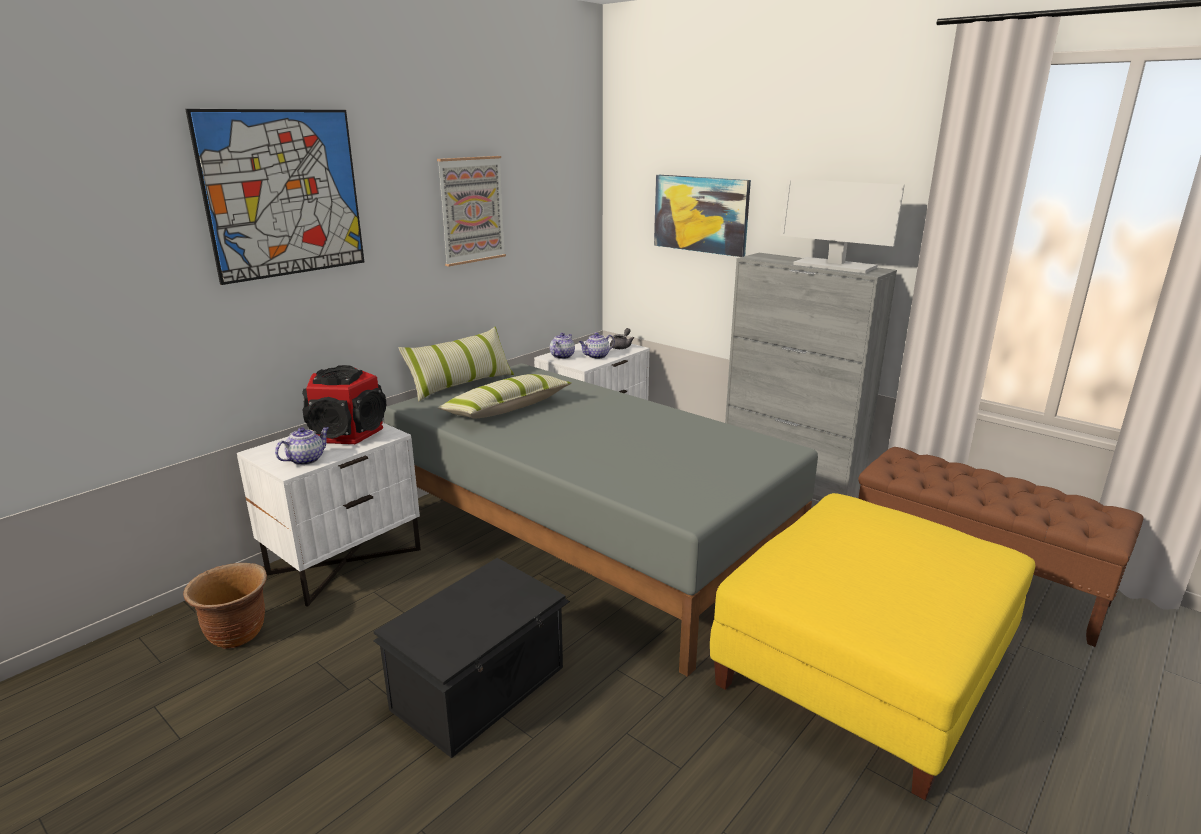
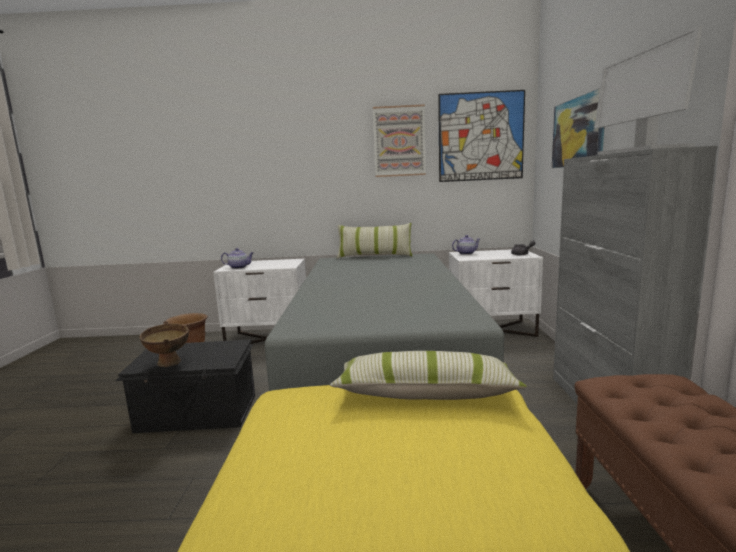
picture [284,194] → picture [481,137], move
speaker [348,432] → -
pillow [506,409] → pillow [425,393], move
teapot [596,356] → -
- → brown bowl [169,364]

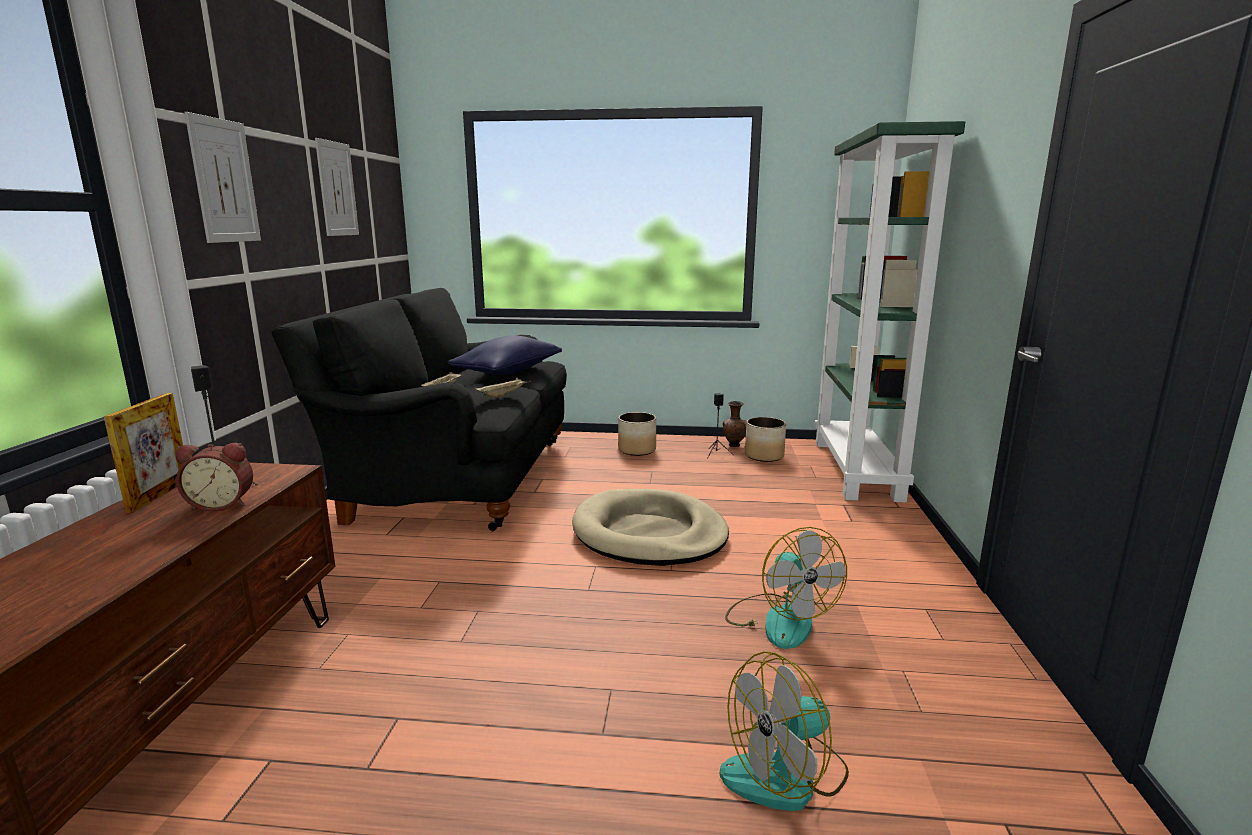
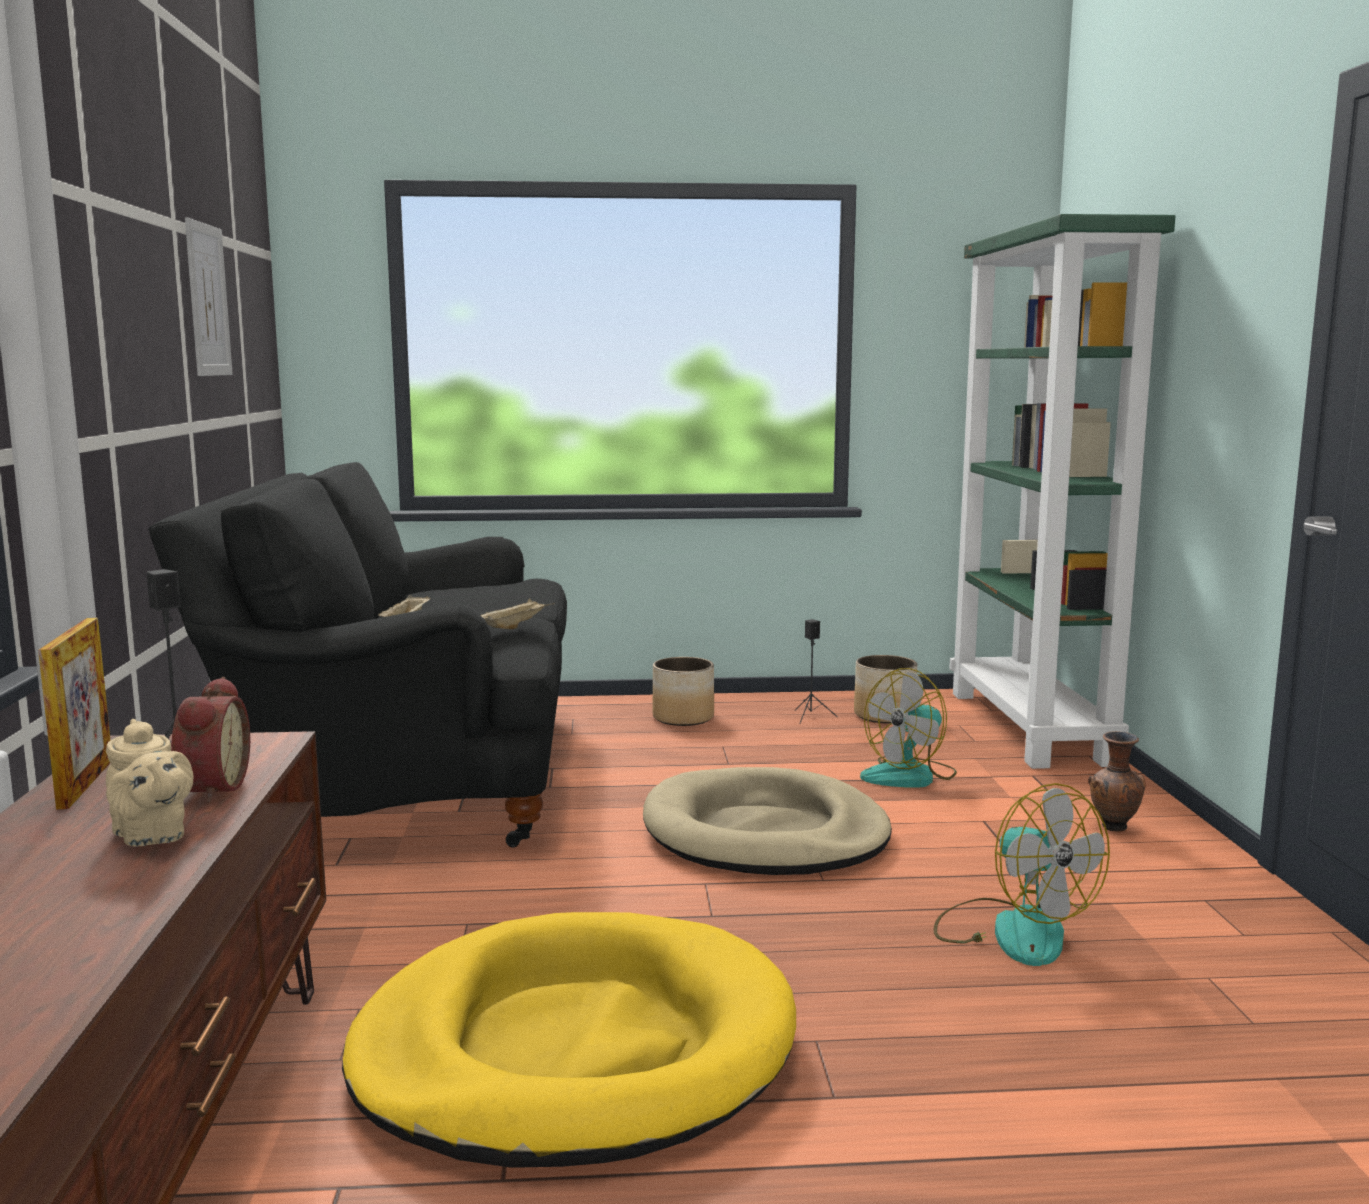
alarm clock [222,504] → alarm clock [209,789], 75 degrees counterclockwise
picture [224,181] → -
blue pillow [508,372] → -
fan [785,775] → fan [910,775], move
brown vase [733,445] → brown vase [1113,828], move
- → beige teapot [151,836]
- → yellow dog bed [574,1049]

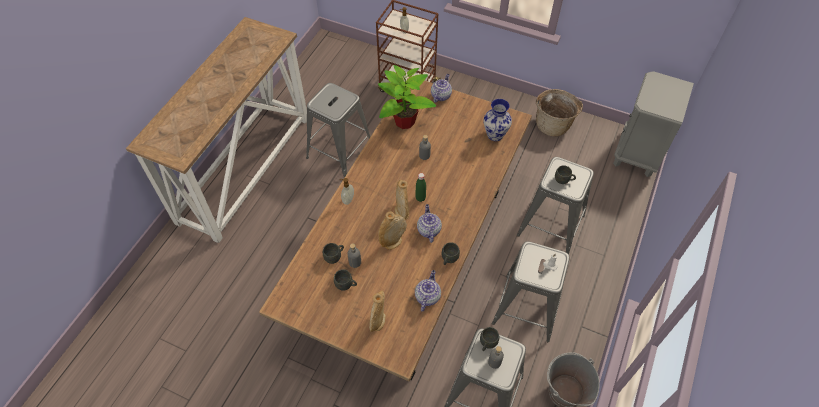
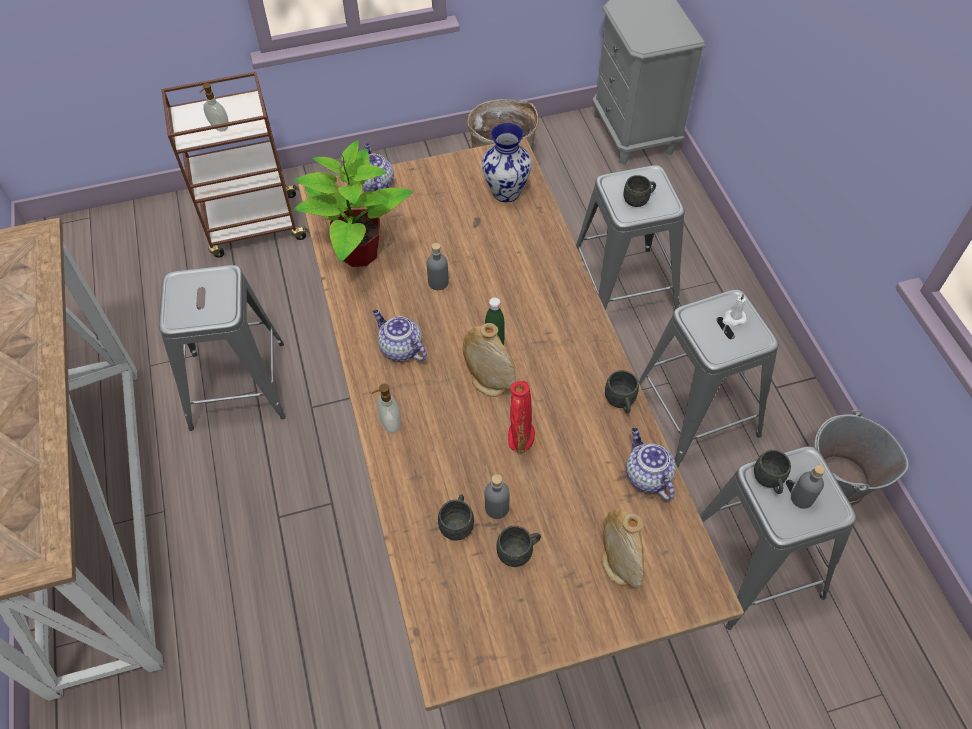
beige vase [393,242] → red vase [521,436]
teapot [428,230] → teapot [400,348], move

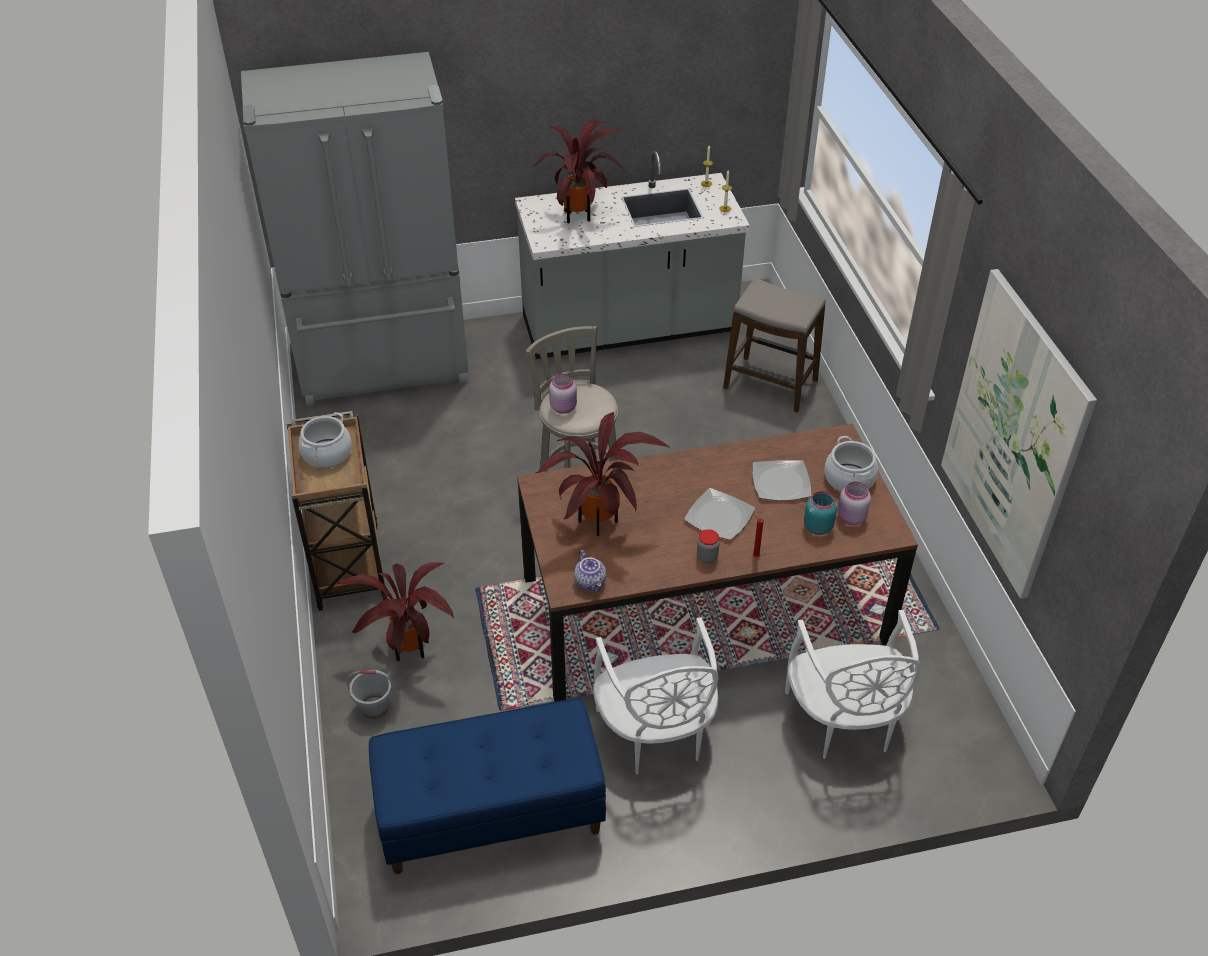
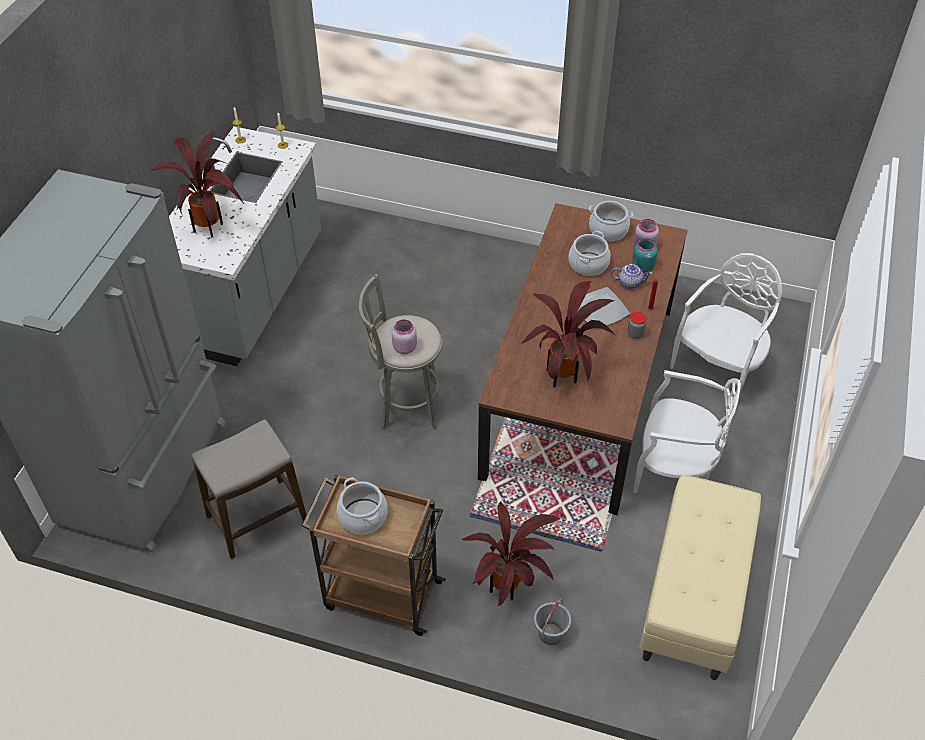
blue bench [490,816] → beige bench [694,597]
teapot [591,582] → teapot [630,283], move
stool [770,384] → stool [256,518], move
plate [780,483] → cooking pot [588,264]
white chair [844,721] → white chair [719,366], 75 degrees counterclockwise
picture [1013,436] → -

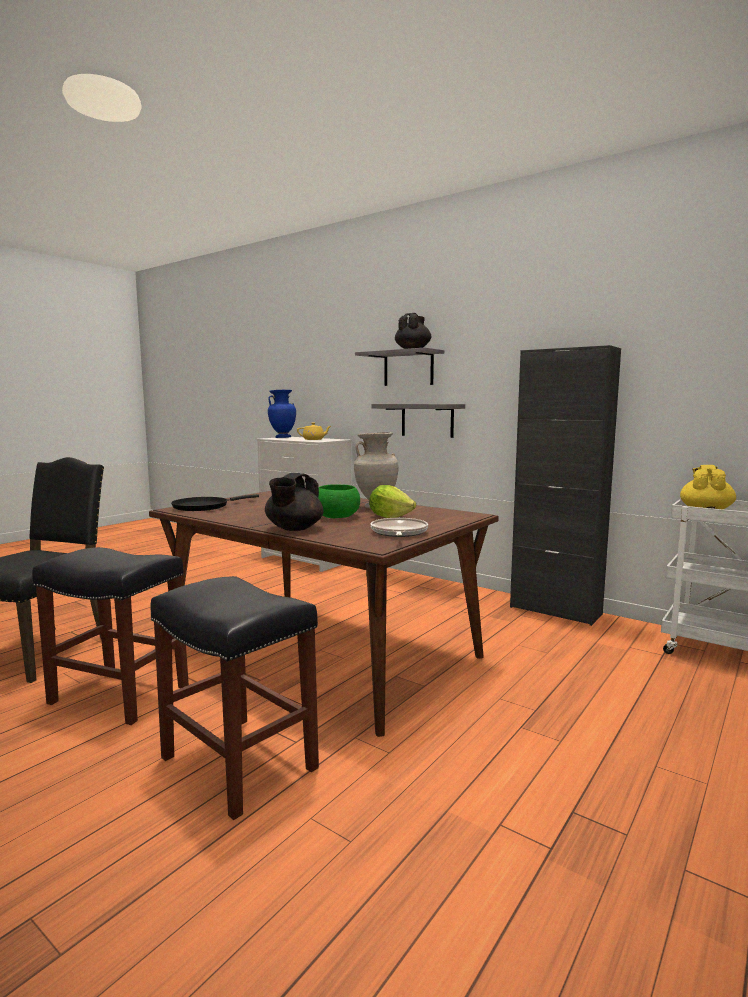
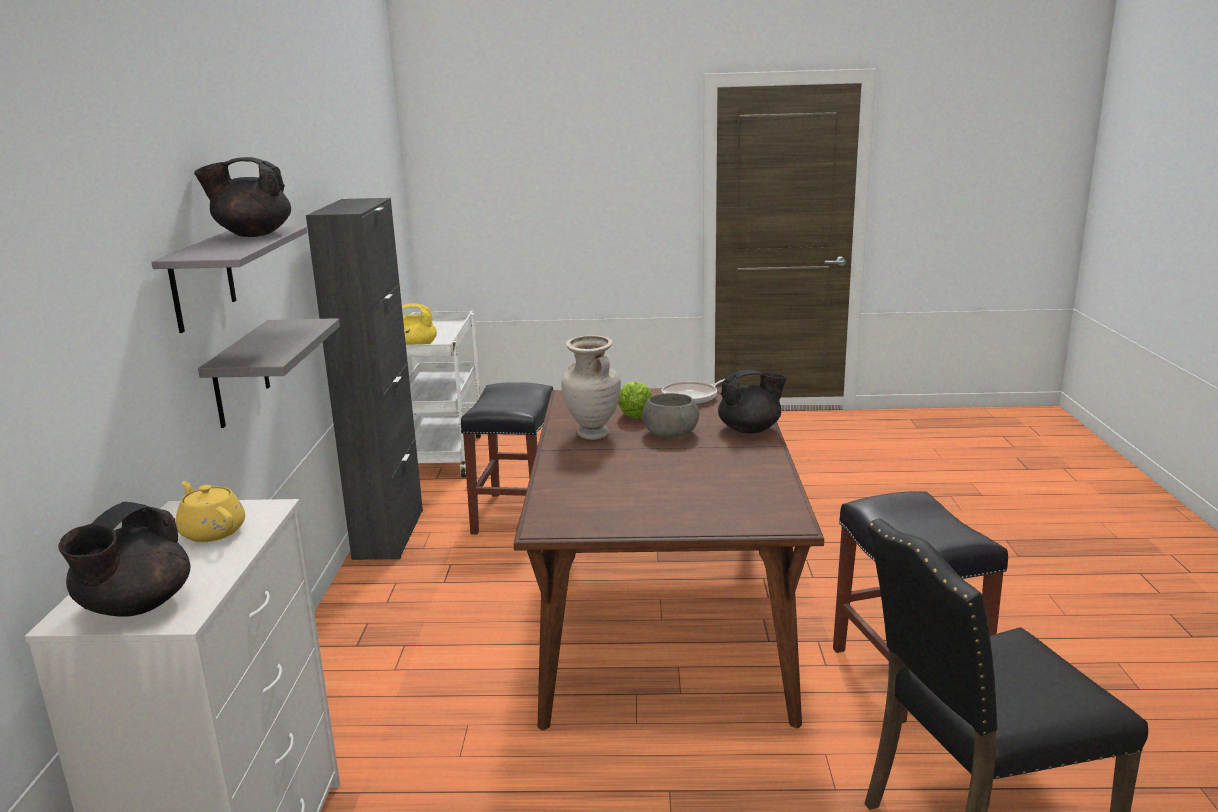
black stool [236,762] → black stool [516,515], move
black frying pan [204,507] → -
blue vase [282,437] → black teapot [134,606]
green bowl [337,516] → grey bowl [671,433]

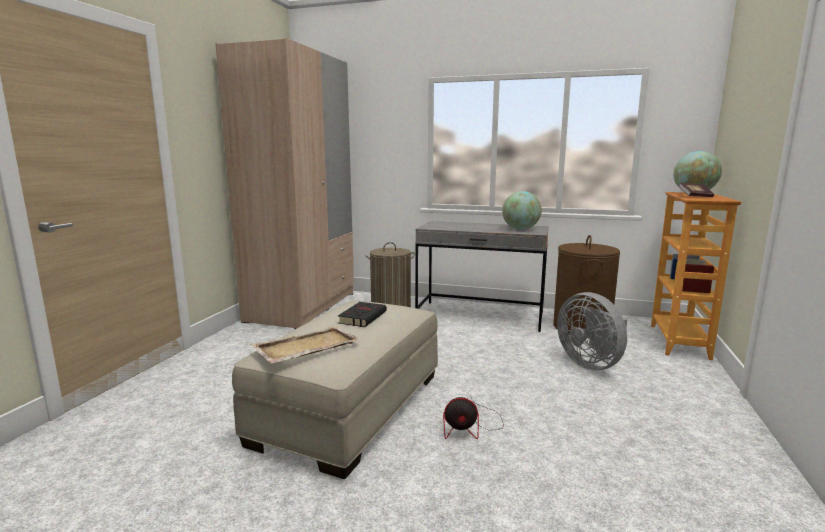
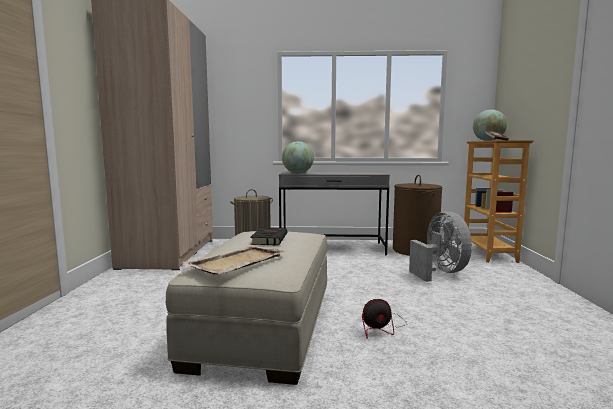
globe [520,229] → globe [298,173], move
grey fan [591,363] → grey fan [440,272], 150 degrees counterclockwise

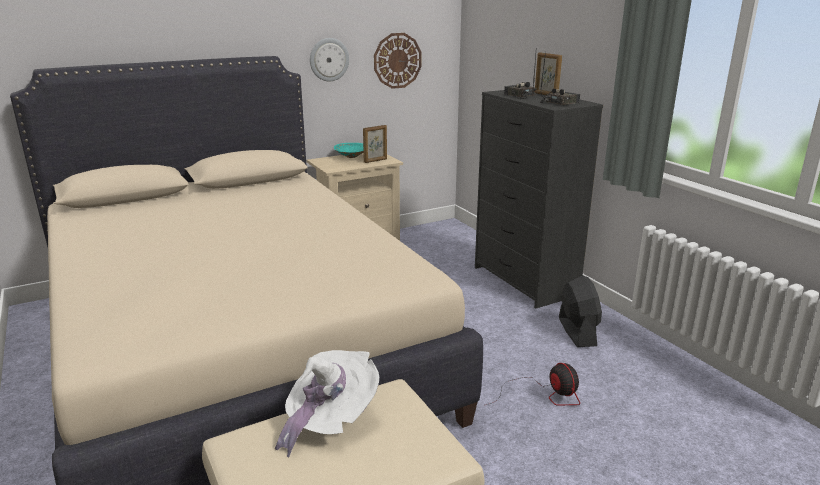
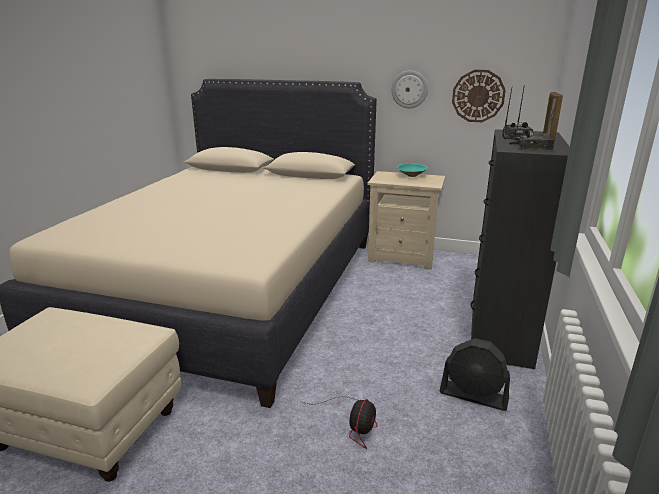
white hat [329,420] → -
picture frame [375,160] → -
black fan [577,331] → black fan [474,395], 75 degrees clockwise

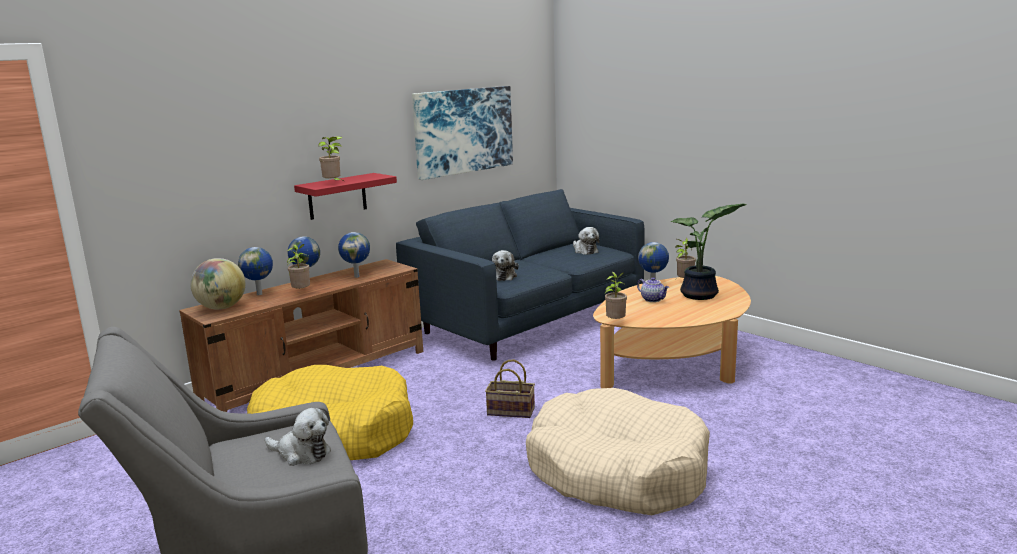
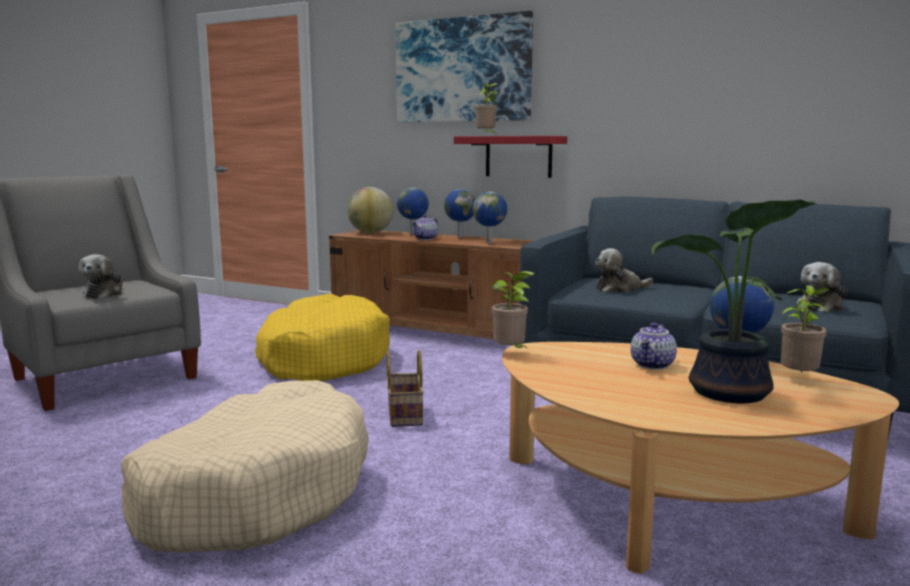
potted plant [301,292] → teapot [425,239]
picture [463,131] → picture [462,70], move

